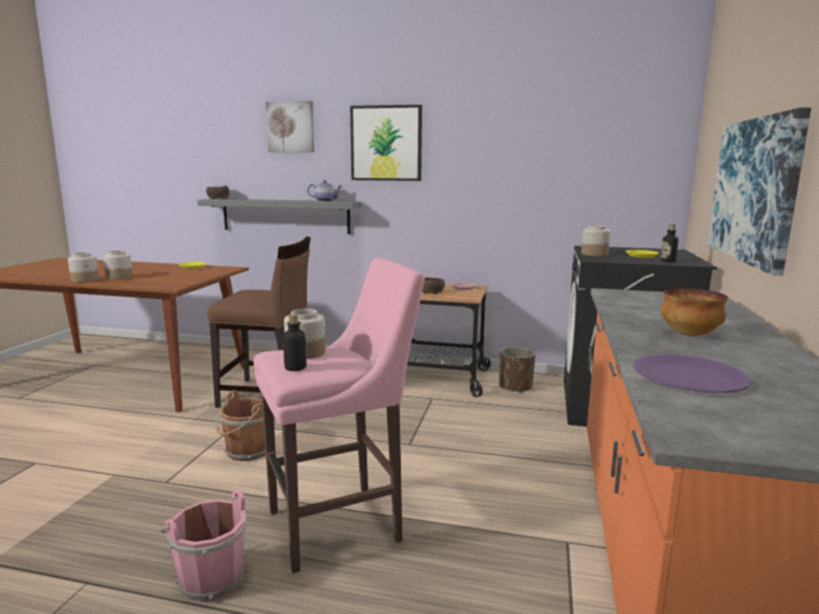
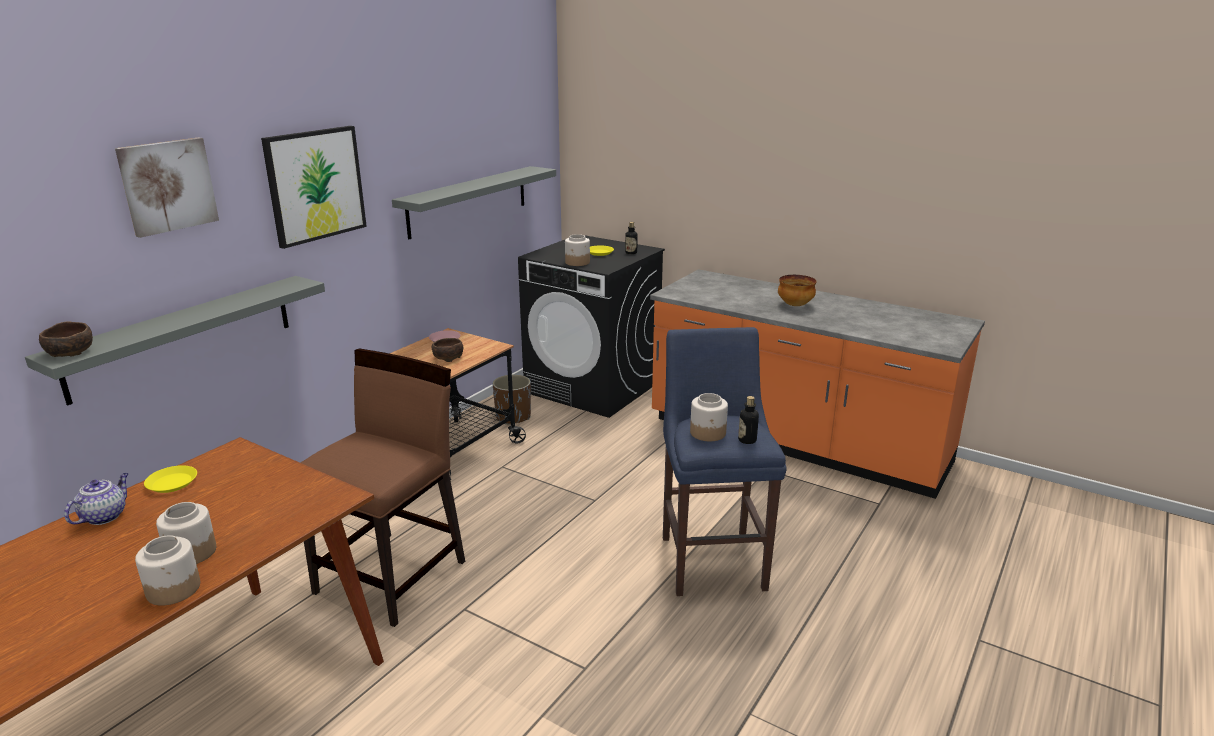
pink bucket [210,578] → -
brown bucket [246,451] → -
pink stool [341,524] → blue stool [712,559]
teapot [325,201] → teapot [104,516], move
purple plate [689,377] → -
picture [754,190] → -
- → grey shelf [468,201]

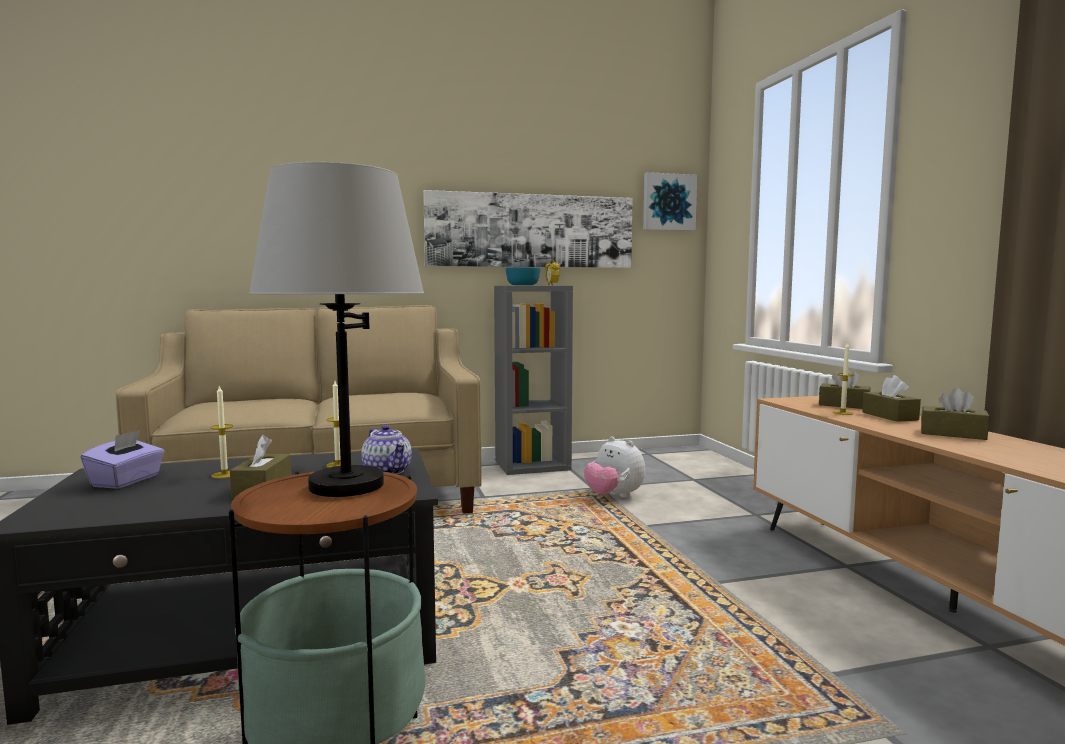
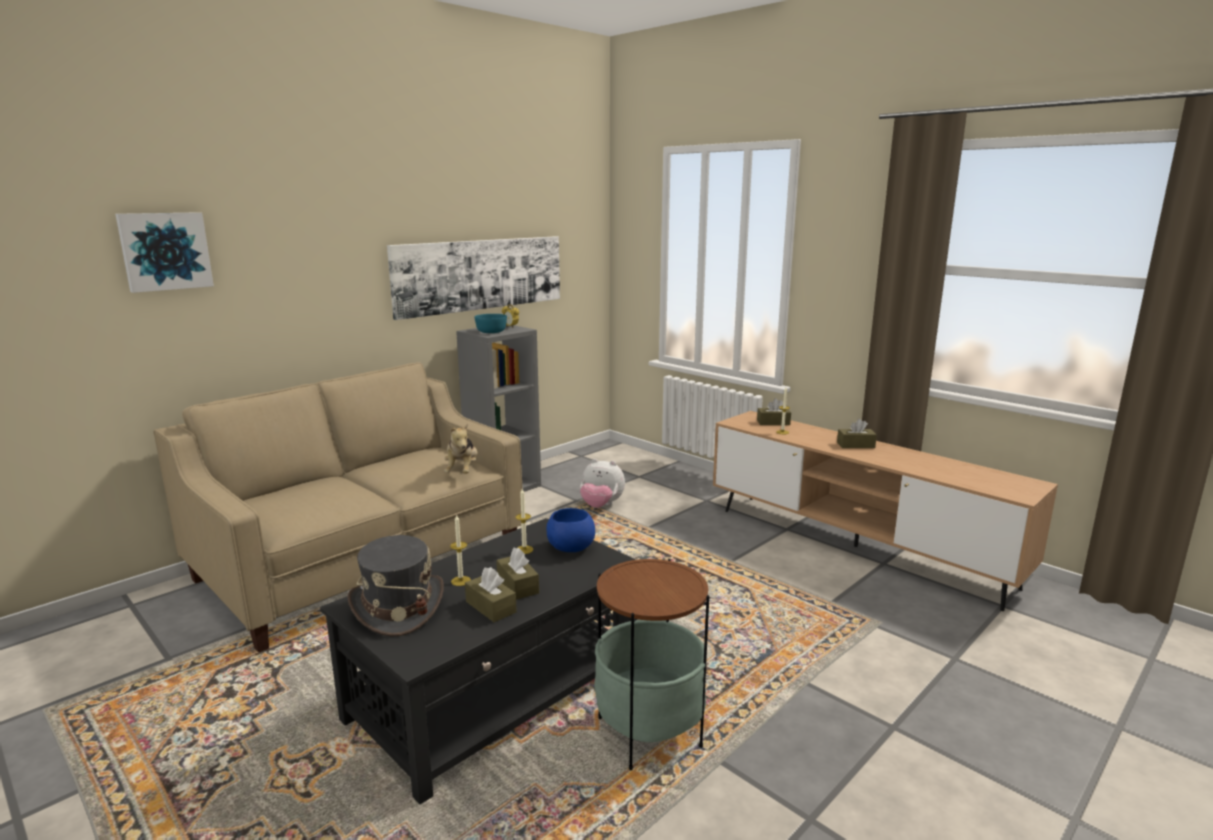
purple tissue box [126,481] → grey hat [397,607]
grey table lamp [347,486] → -
teapot [388,471] → blue bowl [570,547]
picture [668,202] → picture [165,251], move
brown tissue box [889,416] → brown tissue box [491,607], move
- → plush toy [462,471]

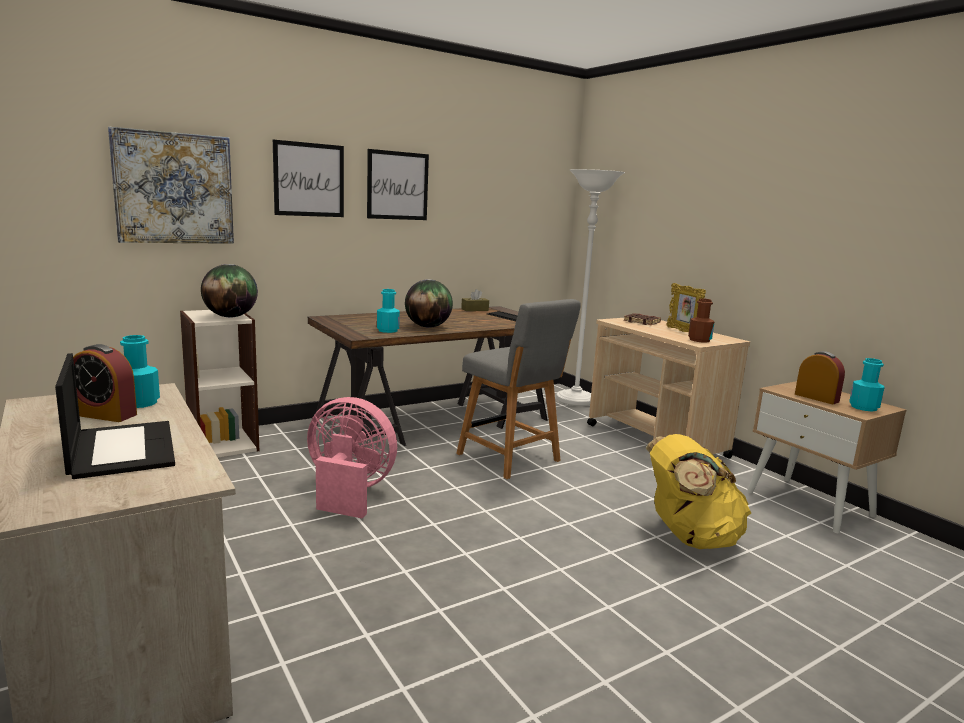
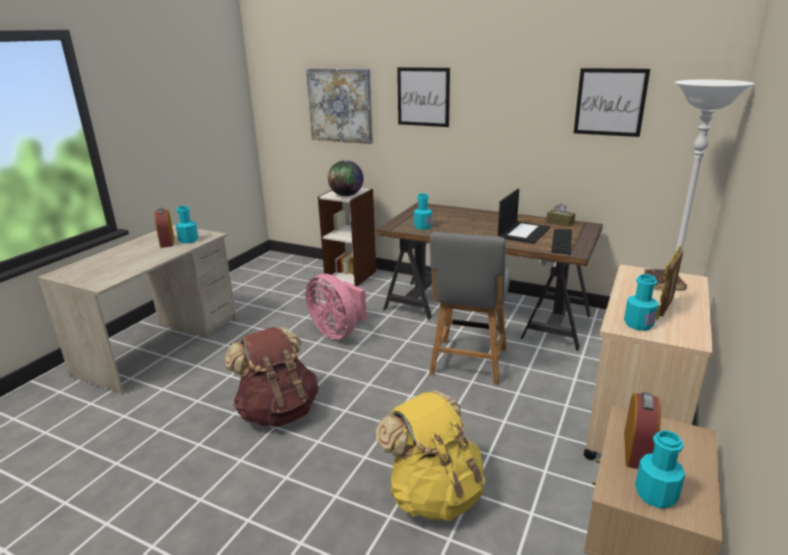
laptop [121,449] → laptop [523,232], move
pink fan [349,492] → pink fan [337,332], 150 degrees clockwise
picture [397,185] → picture [610,102], move
globe [428,327] → -
brown bottle [699,340] → turquoise bottle [638,324]
- → brown backpack [278,411]

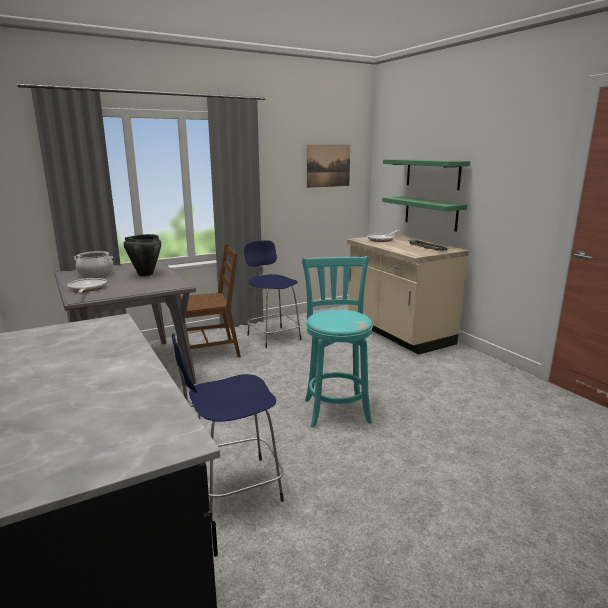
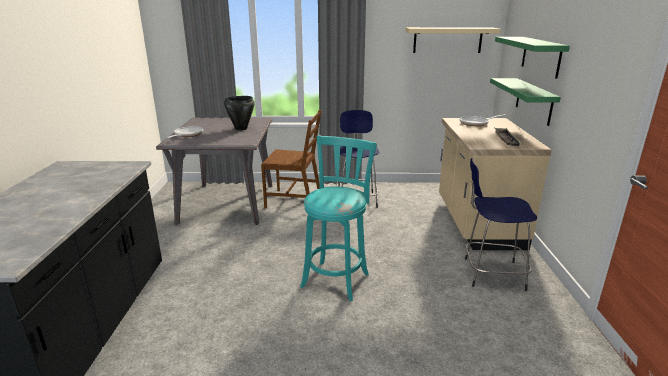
cooking pot [95,274] → -
blue stool [234,488] → blue stool [491,273], move
picture [328,166] → beige shelf [447,40]

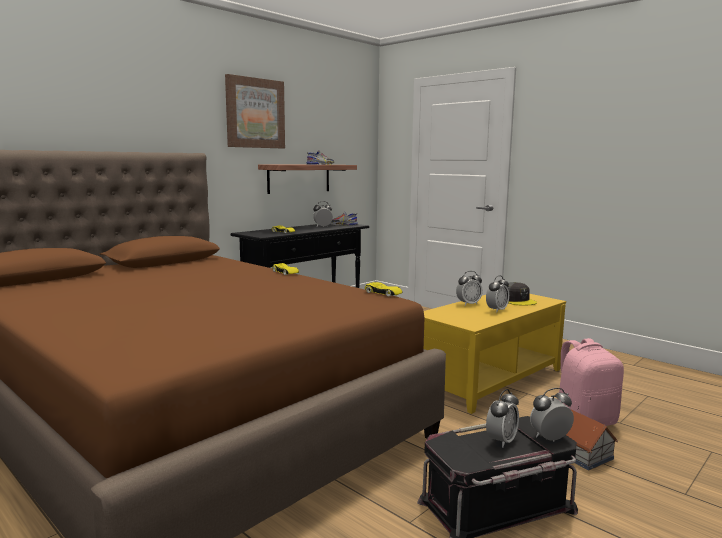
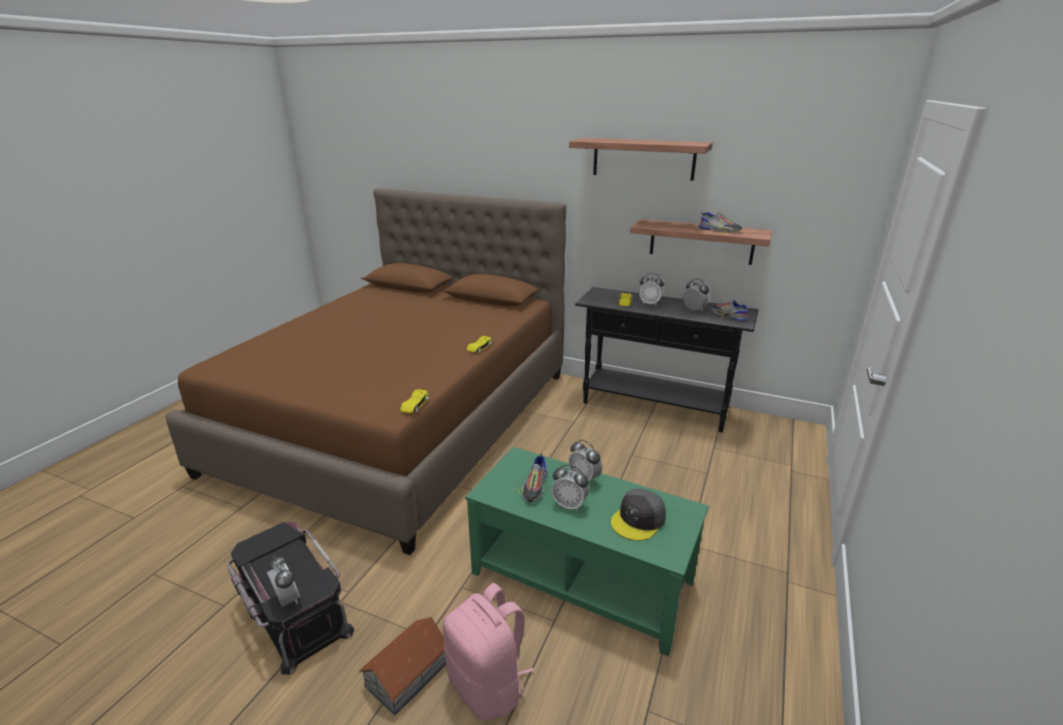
picture [255,113] → shelf [643,159]
yellow coffee table [488,378] → green coffee table [582,577]
alarm clock [501,441] → alarm clock [649,303], move
- → shoe [535,487]

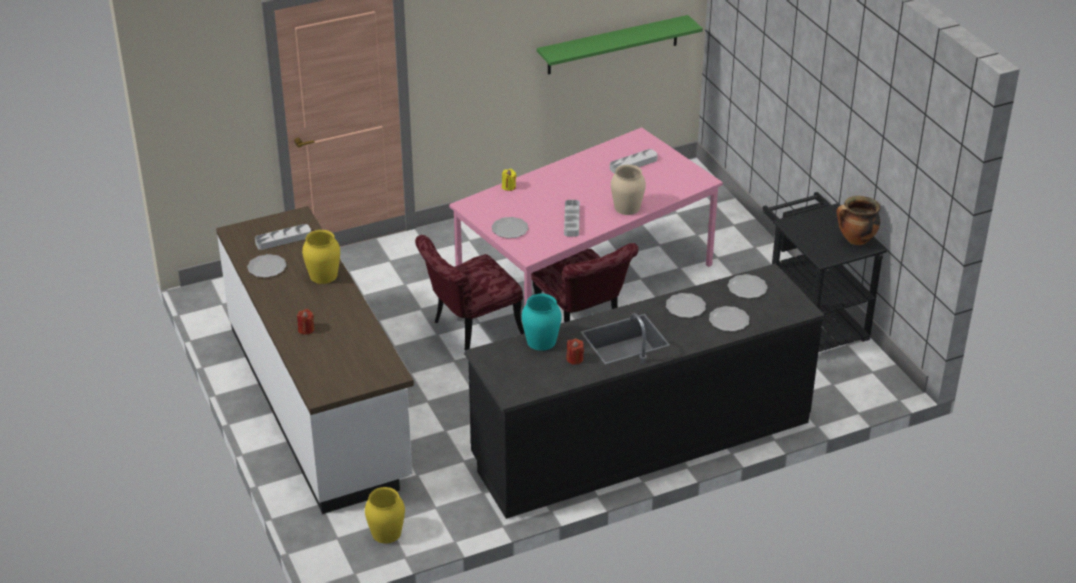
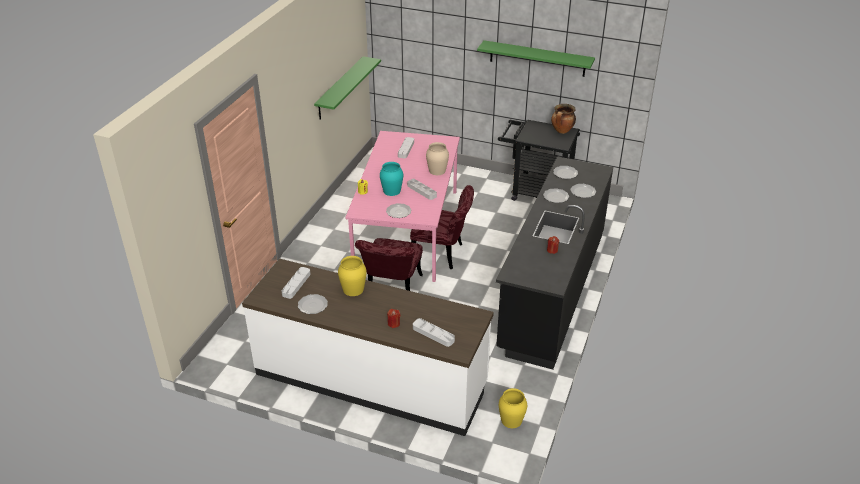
turquoise vase [541,341] → turquoise vase [391,191], move
- → grey tray [433,334]
- → green shelf [537,58]

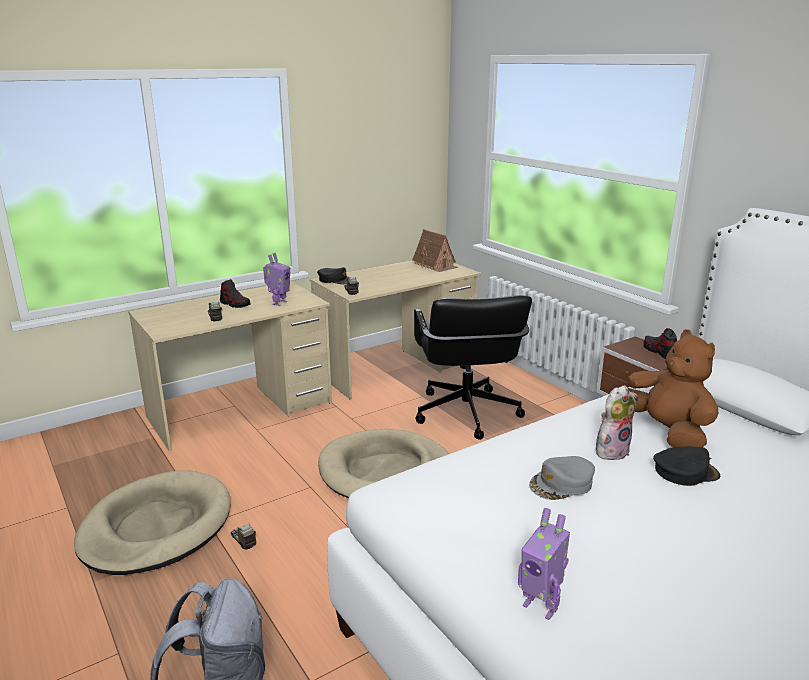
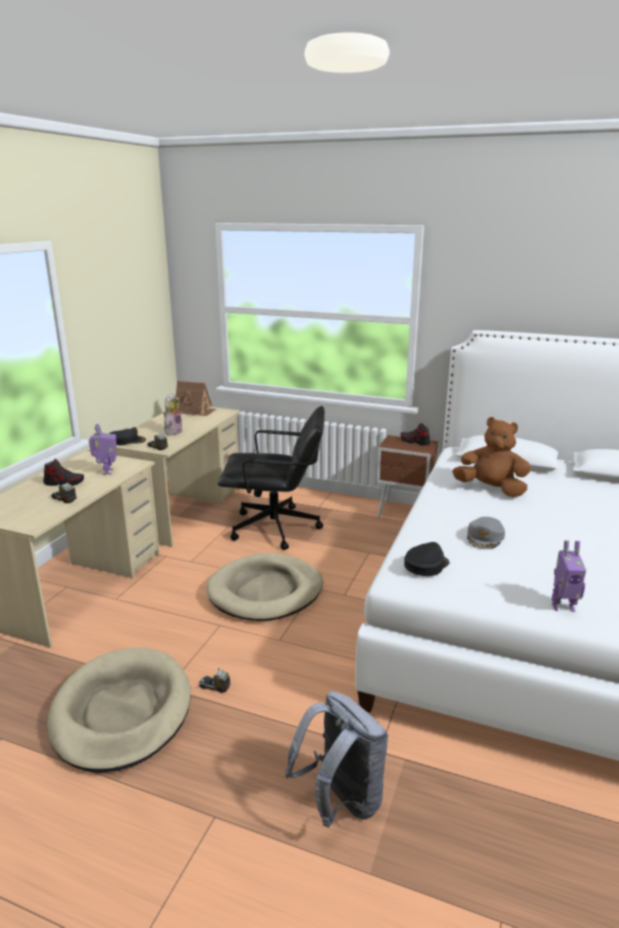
black office chair [465,413] → black office chair [276,528], 45 degrees counterclockwise
plush toy [611,451] → plush toy [173,432], move
black cap [685,472] → black cap [425,564], move

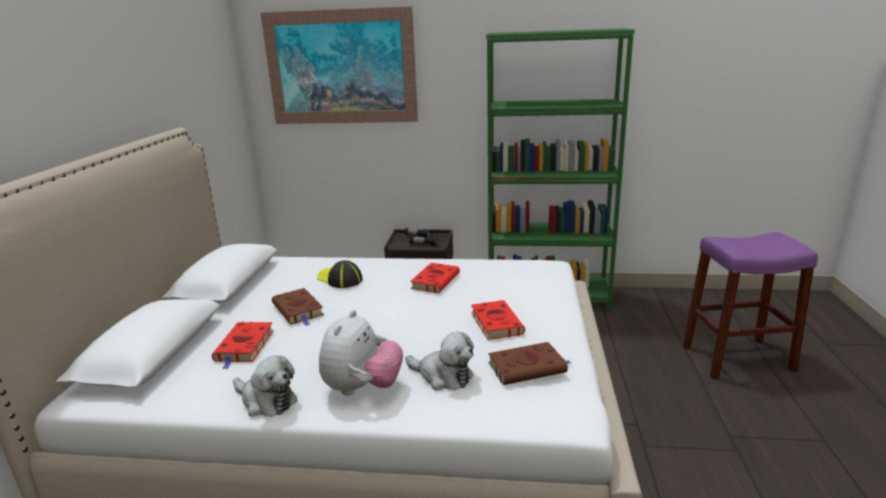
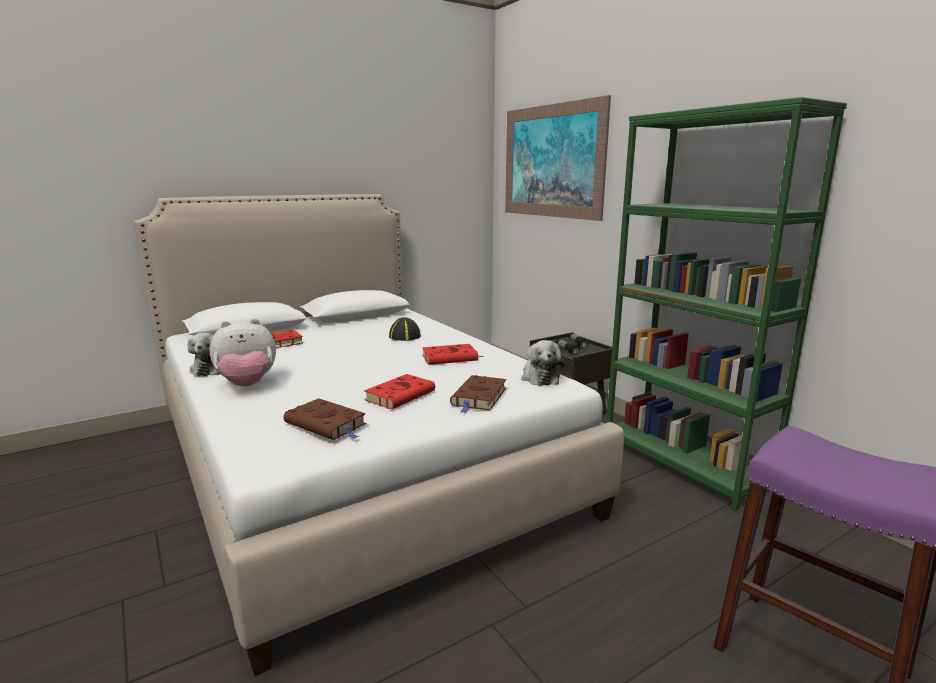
brown book [299,310] → brown book [479,397], move
plush toy [443,376] → plush toy [539,377], move

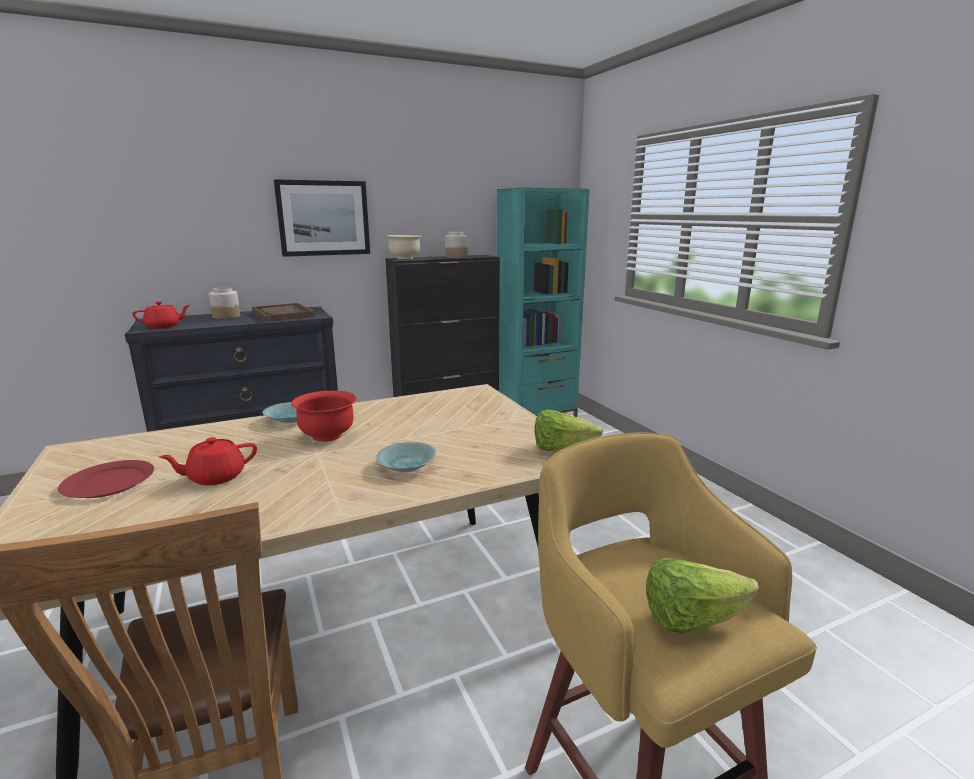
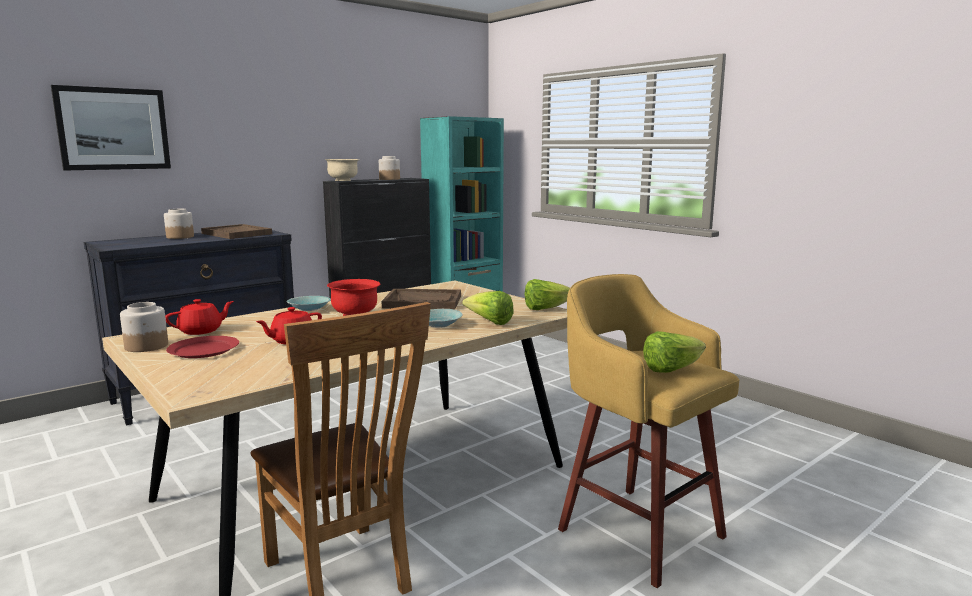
red teapot [164,326] → red teapot [201,331], move
picture [323,218] → picture [113,129], move
- → jar [146,346]
- → brown tray [423,302]
- → lettuce [489,322]

